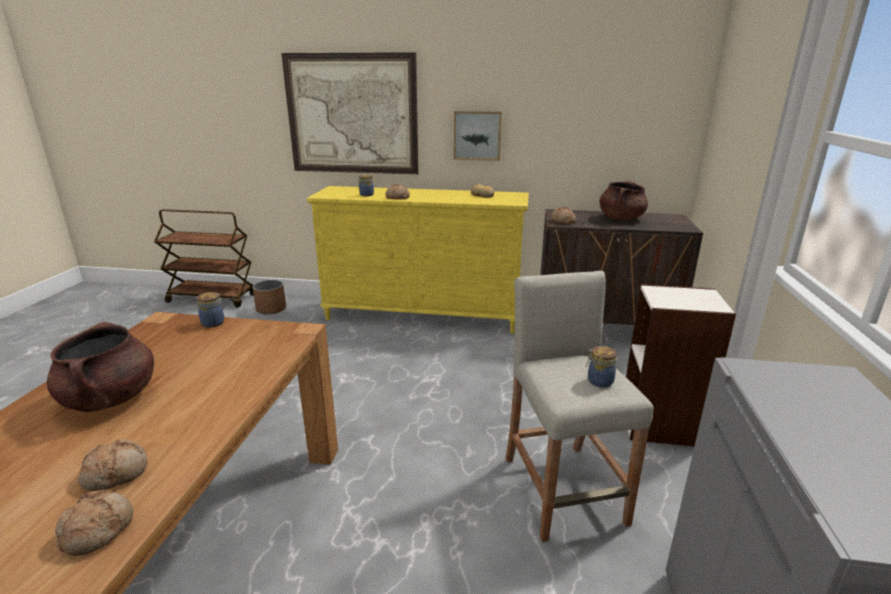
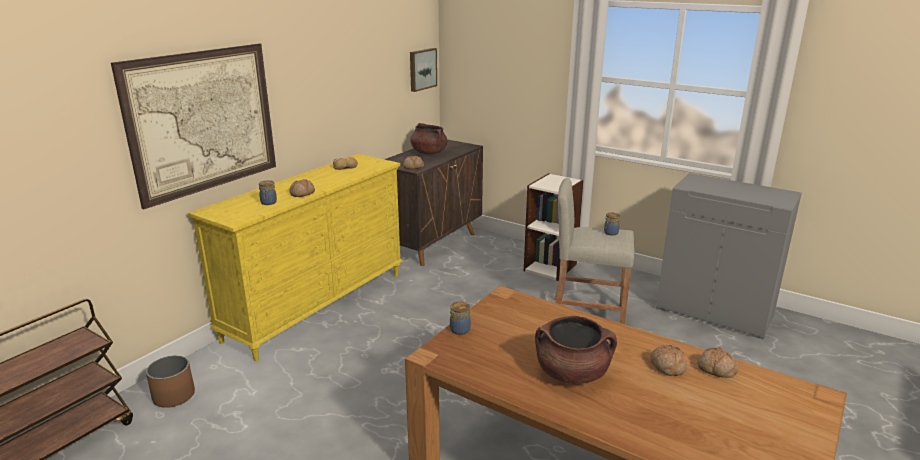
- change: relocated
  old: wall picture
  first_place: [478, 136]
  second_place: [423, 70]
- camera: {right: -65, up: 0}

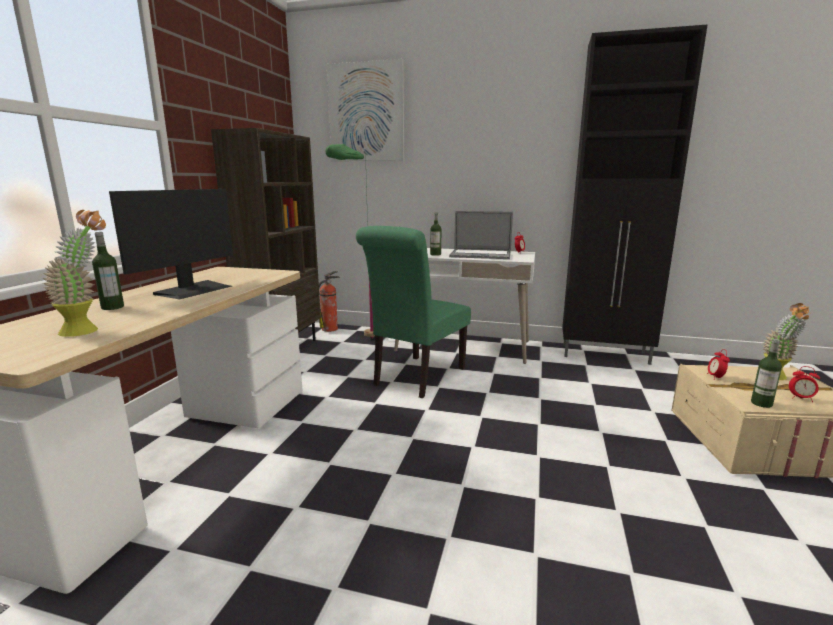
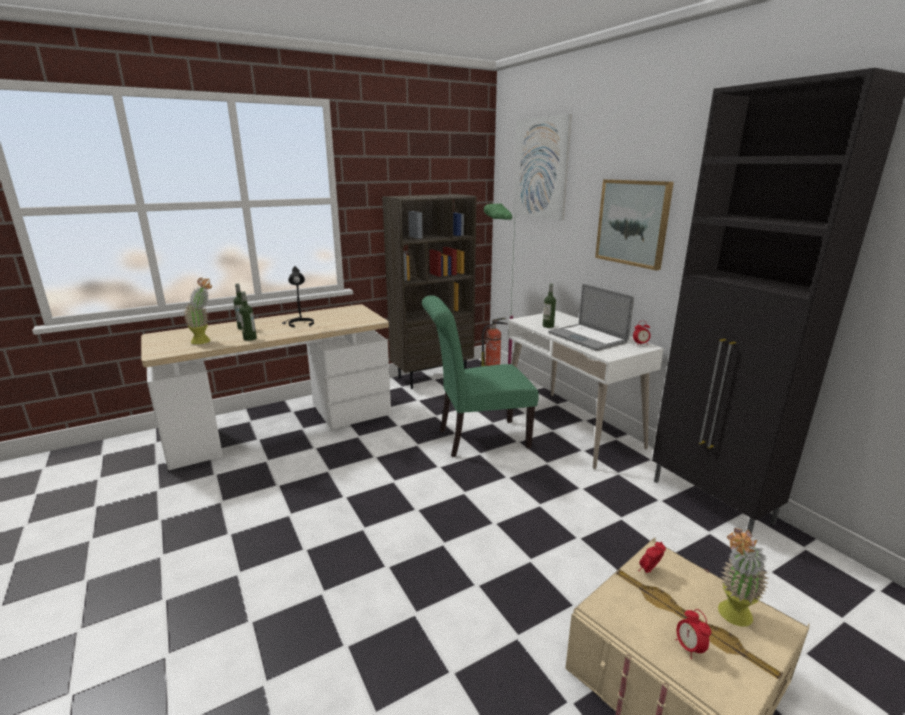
- change: appeared
  new: wall picture
  second_place: [634, 224]
- change: relocated
  old: drink bottle
  first_place: [766, 373]
  second_place: [248, 316]
- change: exchanged
  old: computer display
  new: table lamp (black-coloured)
  first_place: [171, 244]
  second_place: [298, 297]
- camera: {right: 45, up: 5}

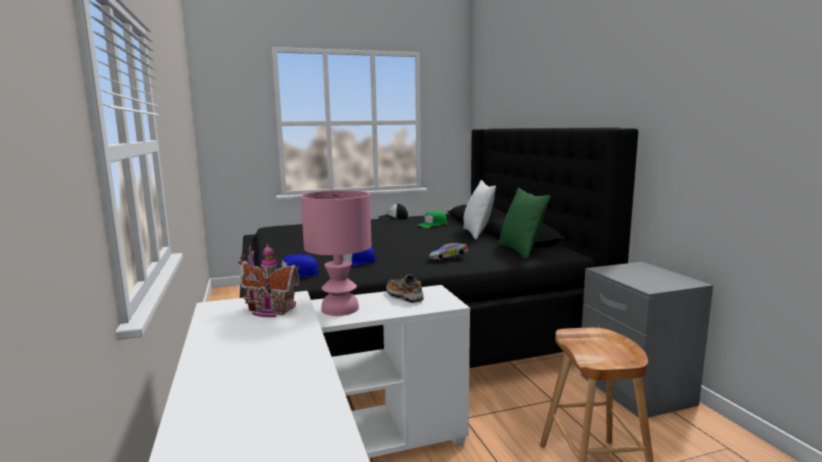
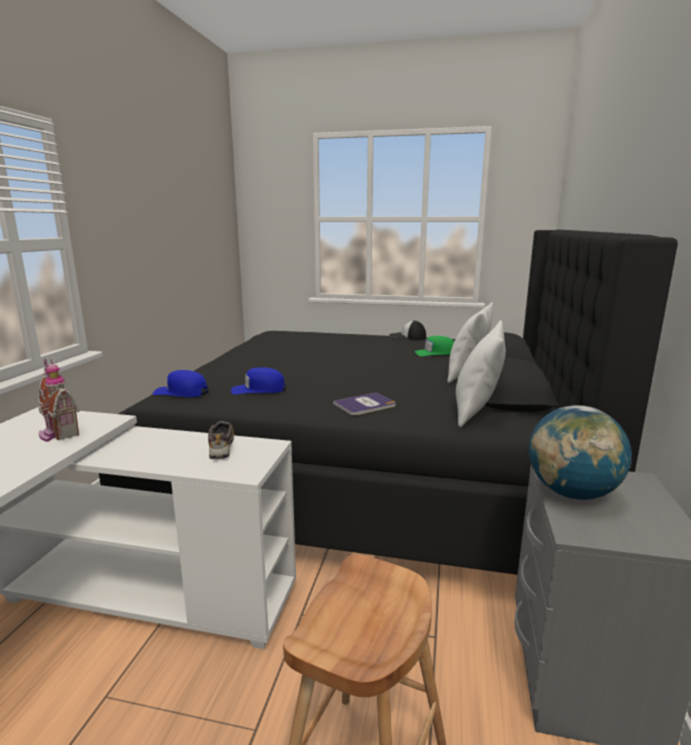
- change: missing
  old: table lamp (pink-coloured)
  first_place: [336, 253]
- change: appeared
  new: desk globe
  second_place: [580, 452]
- change: exchanged
  old: model car
  new: volume
  first_place: [448, 251]
  second_place: [364, 404]
- change: colour
  old: pillow (green)
  new: pillow (whitish)
  first_place: [524, 223]
  second_place: [481, 374]
- camera: {right: 30, up: 5}

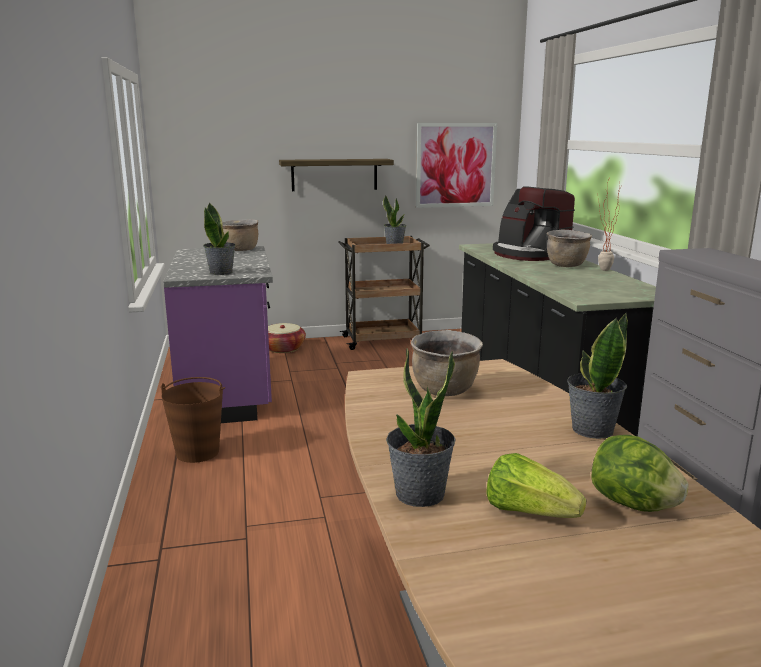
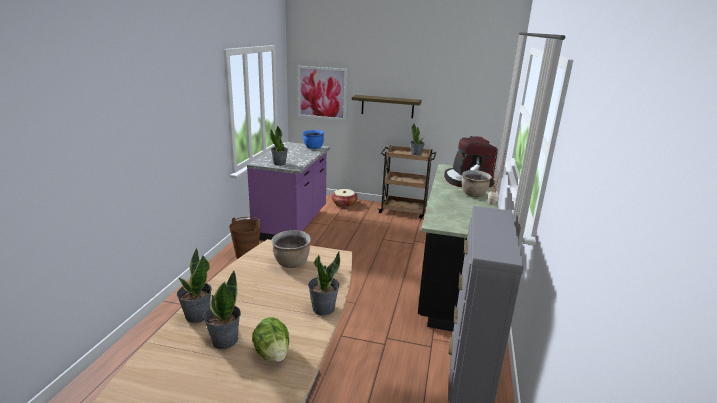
- change: relocated
  old: wall picture
  first_place: [456, 165]
  second_place: [322, 93]
- change: exchanged
  old: lettuce
  new: plant in a pot
  first_place: [536, 485]
  second_place: [222, 310]
- change: colour
  old: stockpot (brown-coloured)
  new: stockpot (bluish)
  first_place: [240, 235]
  second_place: [313, 139]
- camera: {right: 25, up: 5}

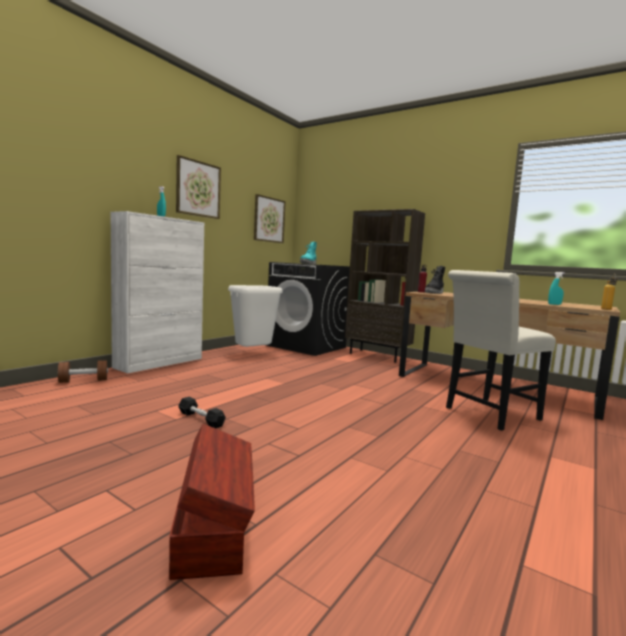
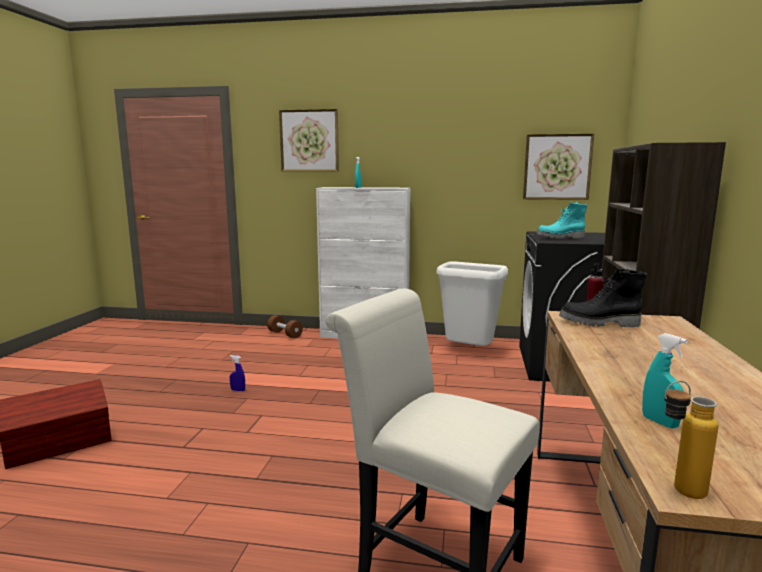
- change: relocated
  old: wall picture
  first_place: [198, 187]
  second_place: [309, 140]
- change: exchanged
  old: dumbbell (black-coloured)
  new: sprayer (bluish)
  first_place: [202, 413]
  second_place: [237, 373]
- camera: {right: 65, up: 5}

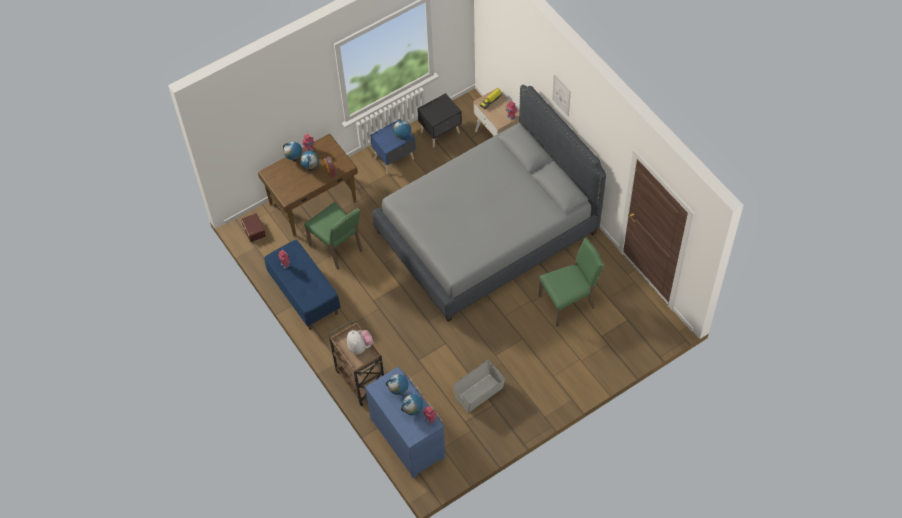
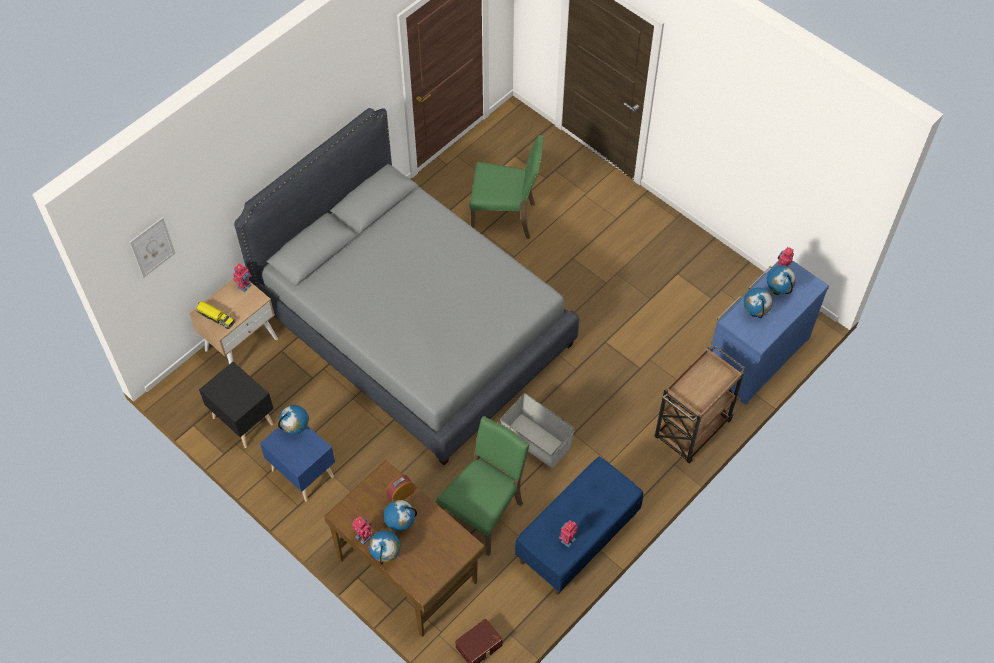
- change: missing
  old: soft toy
  first_place: [360, 342]
- change: relocated
  old: storage box (gray)
  first_place: [479, 386]
  second_place: [537, 430]
- change: relocated
  old: wall picture
  first_place: [561, 95]
  second_place: [152, 247]
- change: spun
  old: plain chair (green)
  first_place: [571, 282]
  second_place: [506, 187]
  degrees: 135
- camera: {right: -105, up: 0}

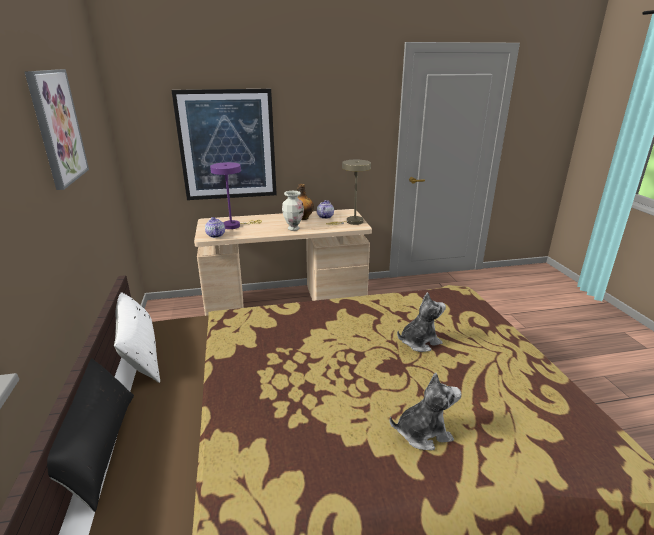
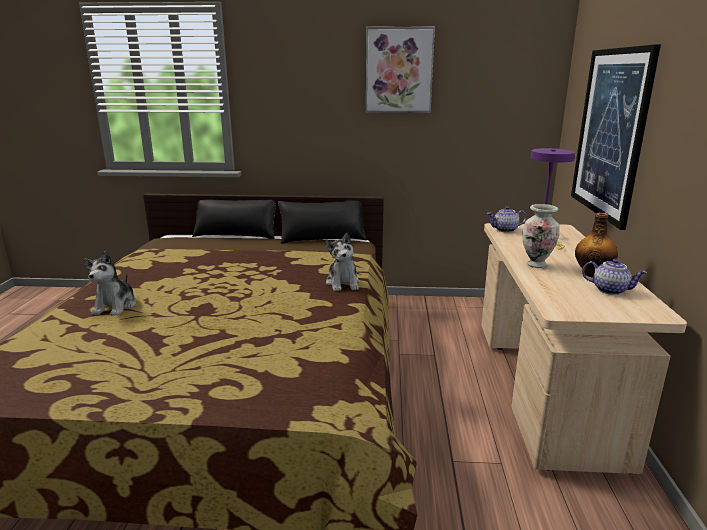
- change: missing
  old: table lamp (sand-coloured)
  first_place: [348, 192]
- change: relocated
  old: soft toy
  first_place: [421, 322]
  second_place: [343, 262]
- change: colour
  old: pillow (whitish)
  new: pillow (black-coloured)
  first_place: [137, 337]
  second_place: [322, 222]
- camera: {right: 105, up: -5}

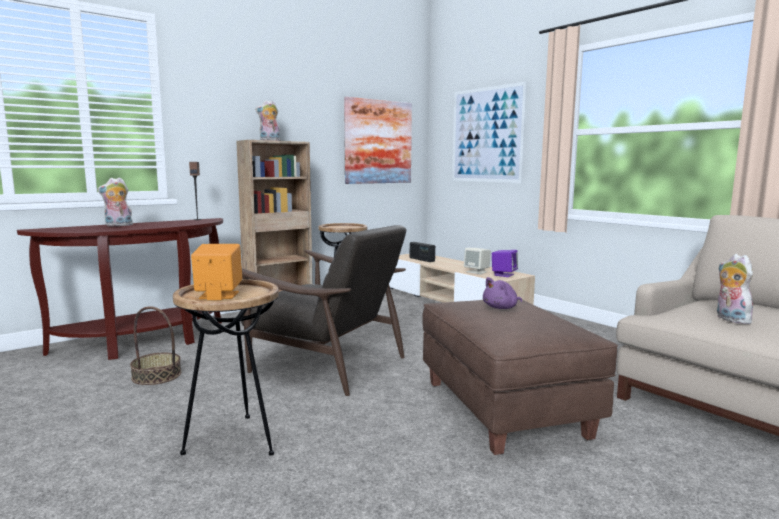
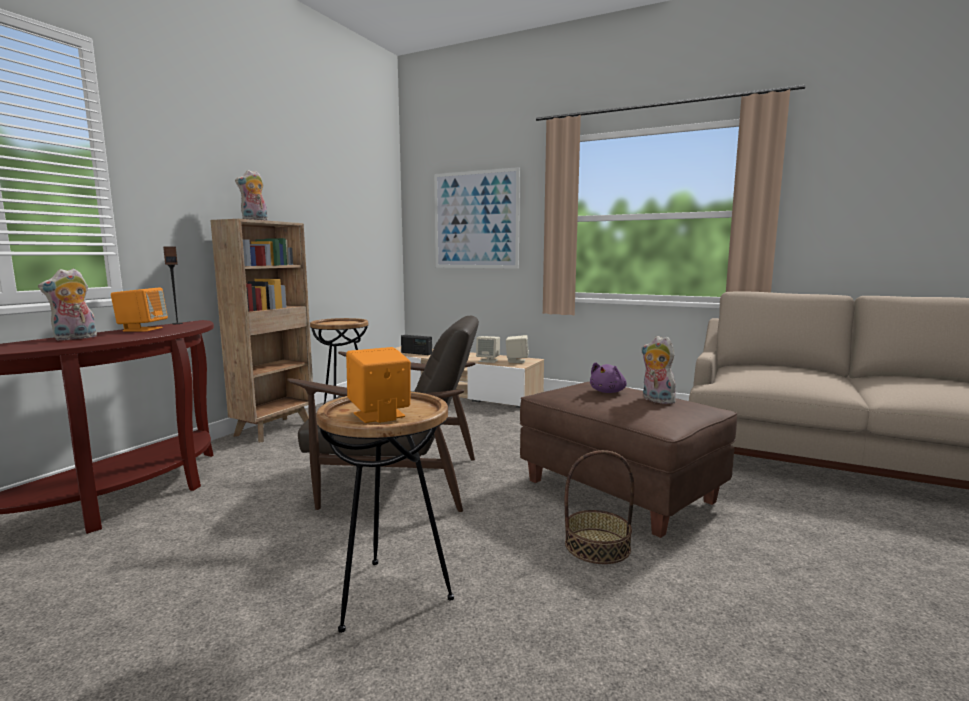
- change: missing
  old: wall picture
  first_place: [378, 140]
- change: appeared
  new: audio speaker (orangey)
  second_place: [139, 309]
- change: relocated
  old: storage basket
  first_place: [155, 345]
  second_place: [599, 507]
- change: relocated
  old: soft toy
  first_place: [735, 289]
  second_place: [658, 370]
- change: colour
  old: audio speaker (purple-coloured)
  new: audio speaker (sand-coloured)
  first_place: [505, 263]
  second_place: [517, 349]
- camera: {right: -25, up: 0}

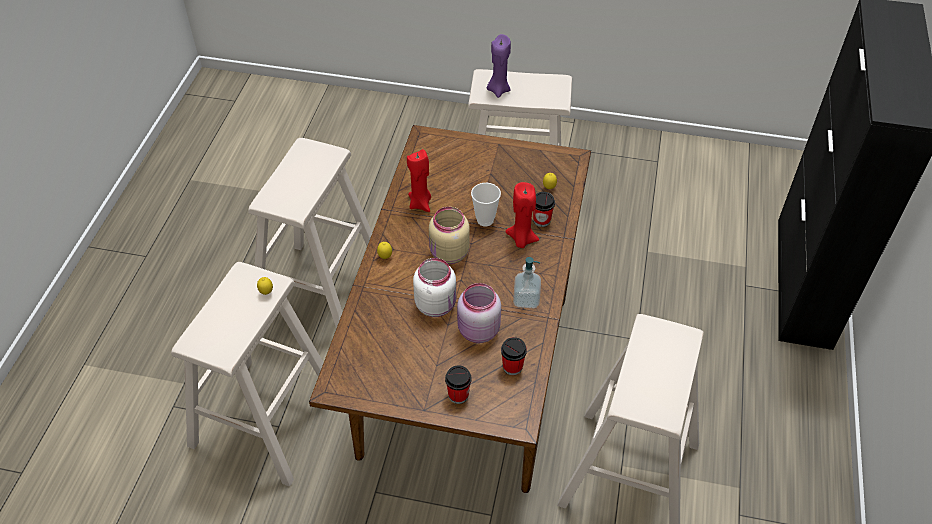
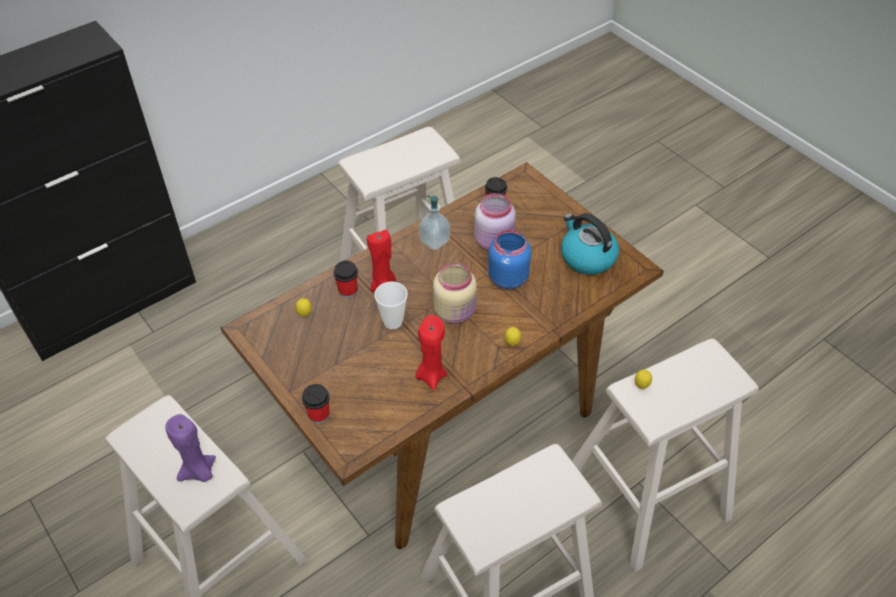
- change: appeared
  new: water kettle
  second_place: [590, 244]
- change: relocated
  old: cup
  first_place: [458, 384]
  second_place: [316, 404]
- change: colour
  old: storage jar (whitish)
  new: storage jar (bluish)
  first_place: [434, 287]
  second_place: [509, 260]
- camera: {right: -140, up: 0}

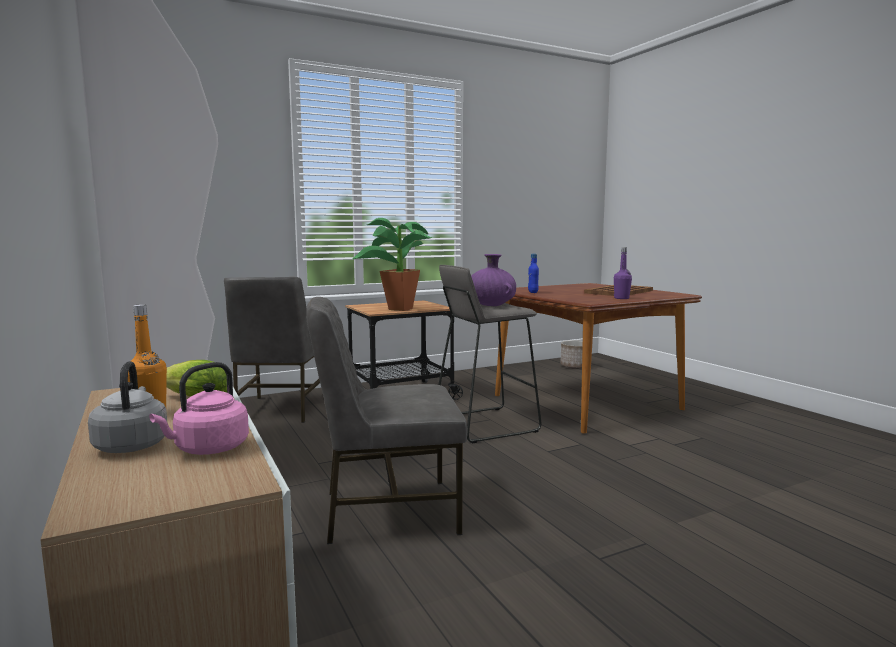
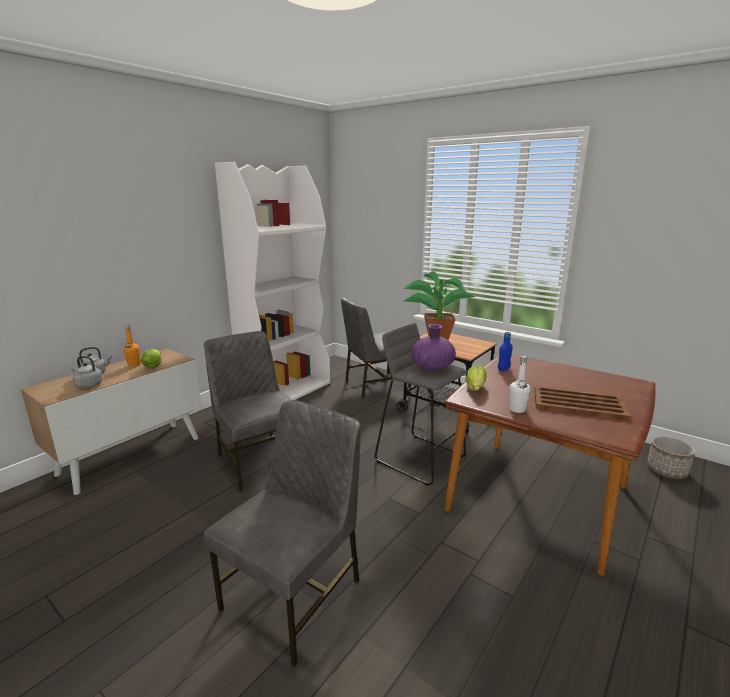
- change: appeared
  new: plain chair (gray)
  second_place: [282, 533]
- change: appeared
  new: lettuce
  second_place: [476, 378]
- change: colour
  old: water kettle (pink-coloured)
  new: water kettle (gray)
  first_place: [199, 408]
  second_place: [87, 372]
- change: colour
  old: drink bottle (purple-coloured)
  new: drink bottle (whitish)
  first_place: [623, 273]
  second_place: [519, 384]
- camera: {right: 65, up: 10}

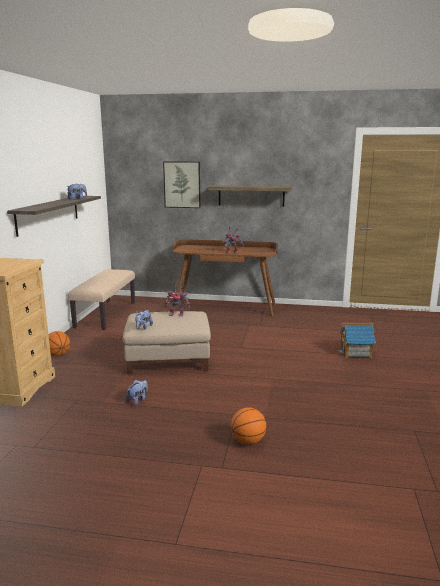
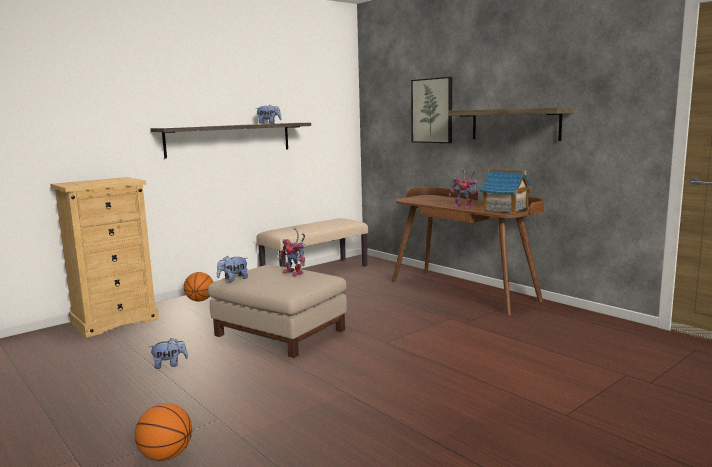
- change: relocated
  old: toy house
  first_place: [357, 340]
  second_place: [506, 191]
- camera: {right: 40, up: -5}

